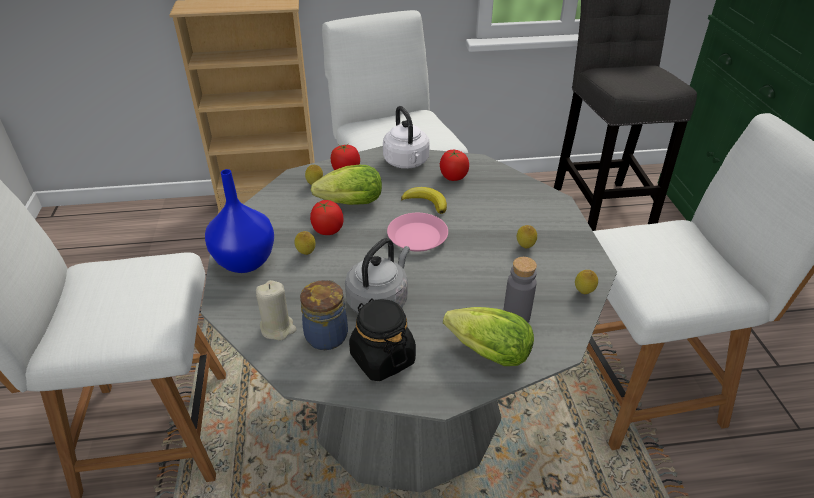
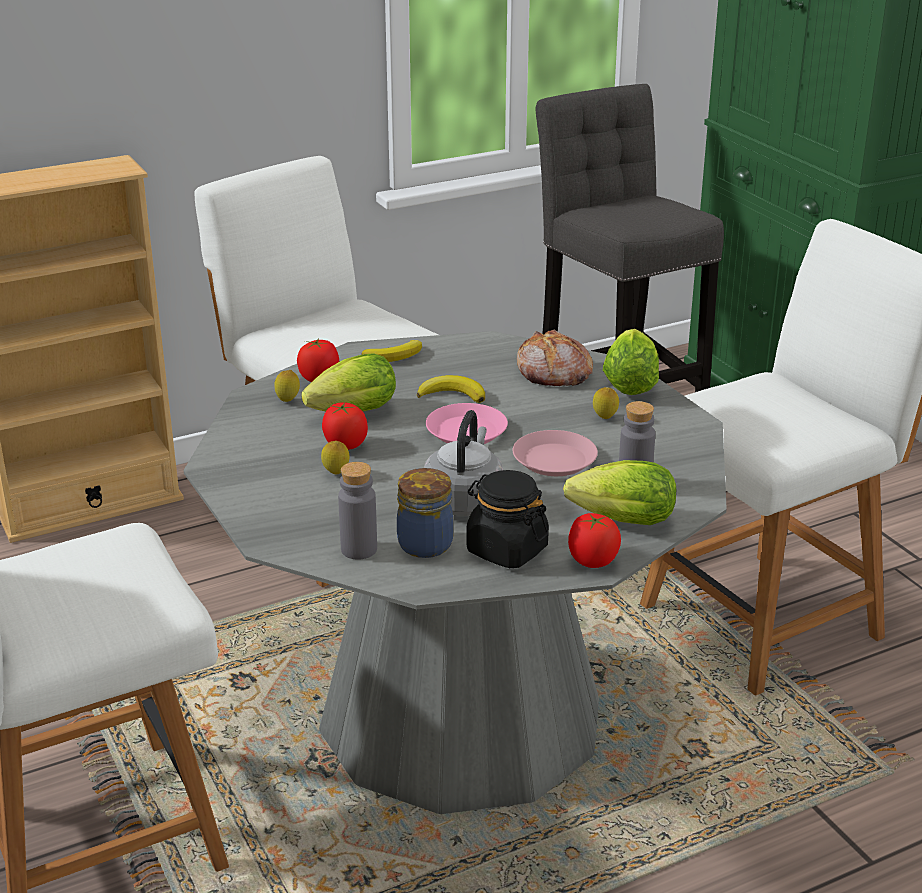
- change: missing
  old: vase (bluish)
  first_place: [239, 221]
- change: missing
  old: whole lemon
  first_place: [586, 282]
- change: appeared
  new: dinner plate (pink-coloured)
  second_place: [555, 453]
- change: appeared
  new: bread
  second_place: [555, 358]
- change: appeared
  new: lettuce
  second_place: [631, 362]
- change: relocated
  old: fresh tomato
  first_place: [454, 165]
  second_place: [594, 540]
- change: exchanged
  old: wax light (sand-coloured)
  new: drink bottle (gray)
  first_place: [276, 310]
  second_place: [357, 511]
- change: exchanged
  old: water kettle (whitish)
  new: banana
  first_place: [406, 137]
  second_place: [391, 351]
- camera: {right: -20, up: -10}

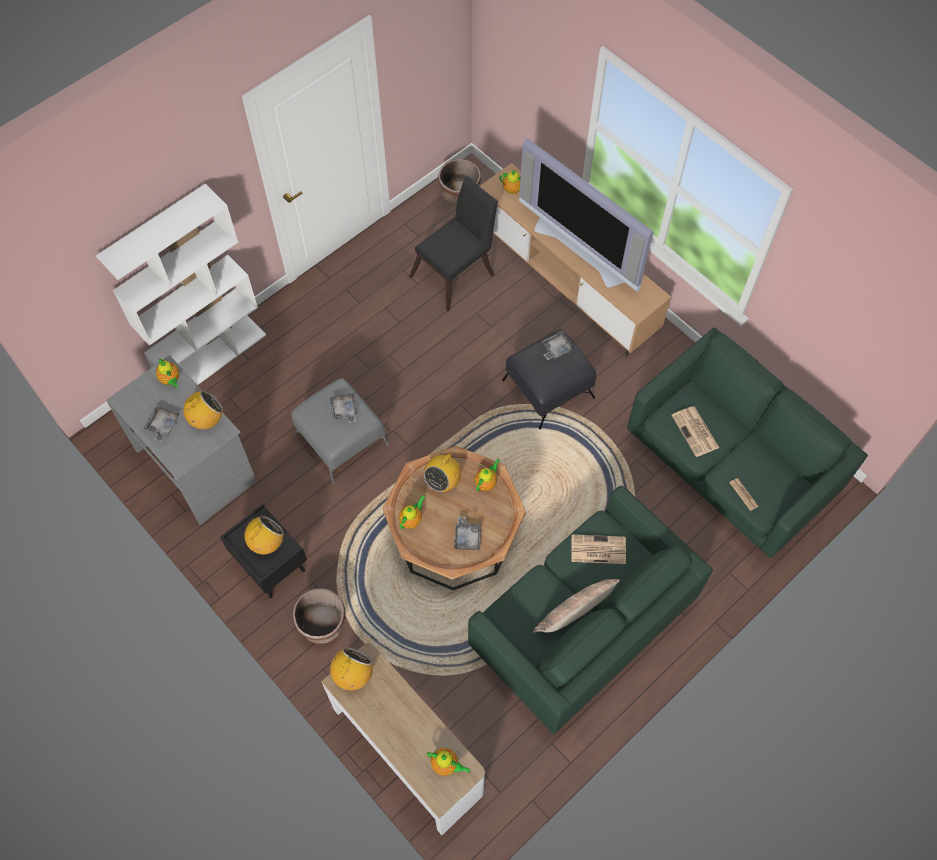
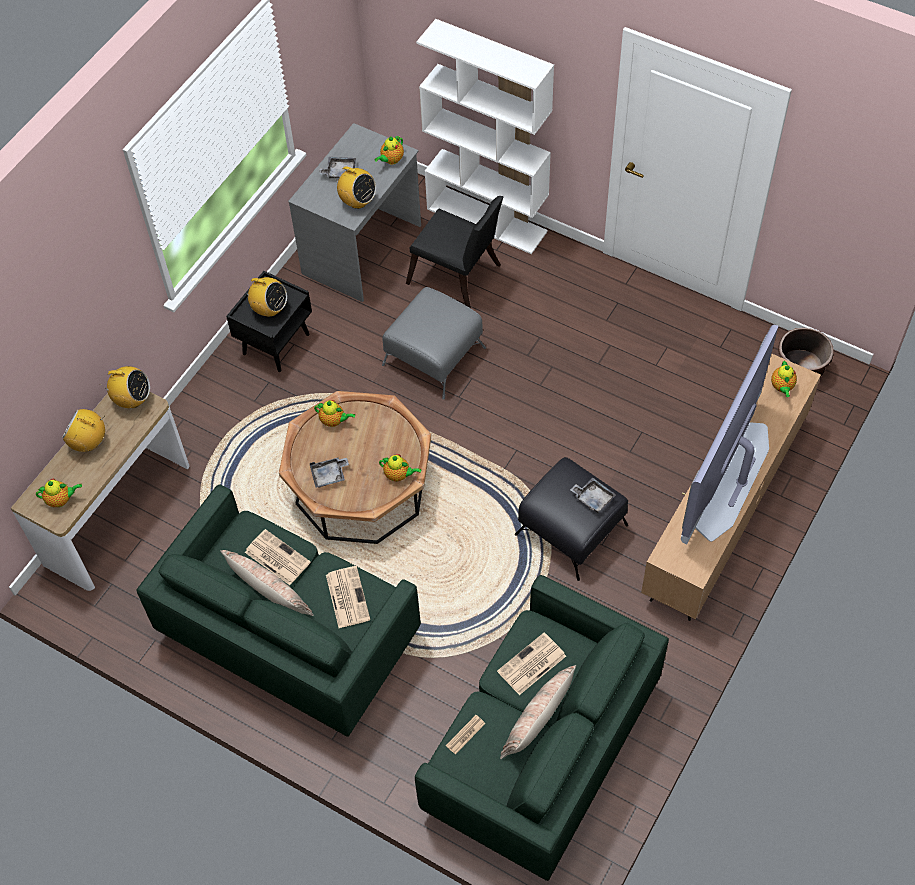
- change: missing
  old: flower pot (brown-coloured)
  first_place: [319, 616]
- change: missing
  old: carrying tray (gray)
  first_place: [343, 408]
- change: appeared
  new: printed paper
  second_place: [277, 557]
- change: appeared
  new: pillow
  second_place: [538, 712]
- change: relocated
  old: plain chair (black-coloured)
  first_place: [453, 243]
  second_place: [454, 252]
- change: relocated
  old: radio receiver
  first_place: [442, 469]
  second_place: [83, 430]
- change: spun
  old: pot for tea
  first_place: [449, 762]
  second_place: [59, 493]
  degrees: -105
- camera: {right: 75, up: -5}

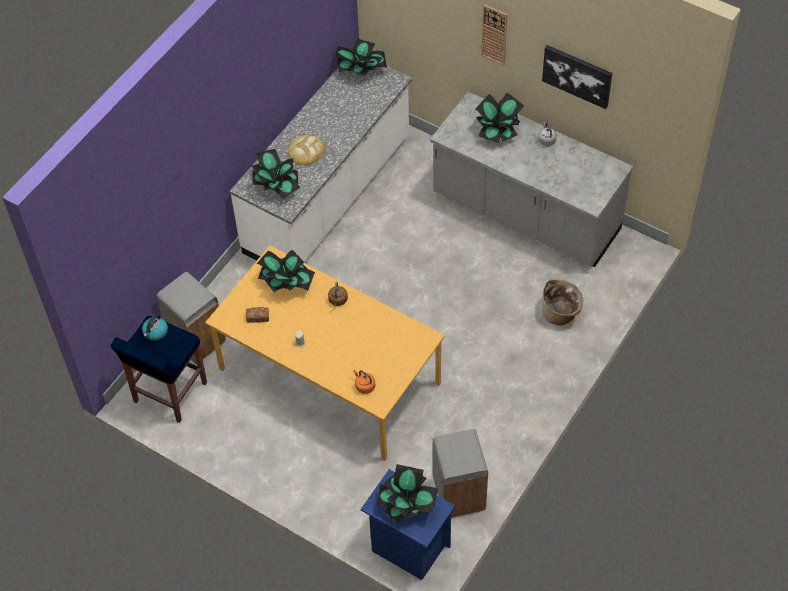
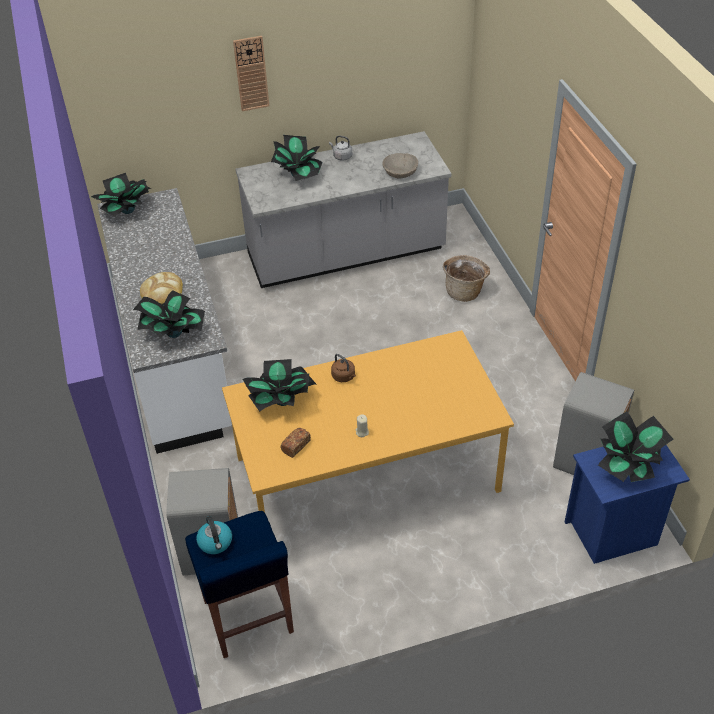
- change: missing
  old: water kettle (orangey)
  first_place: [364, 382]
- change: missing
  old: wall picture
  first_place: [577, 77]
- change: appeared
  new: bowl (sand-coloured)
  second_place: [400, 165]
- camera: {right: -50, up: -10}

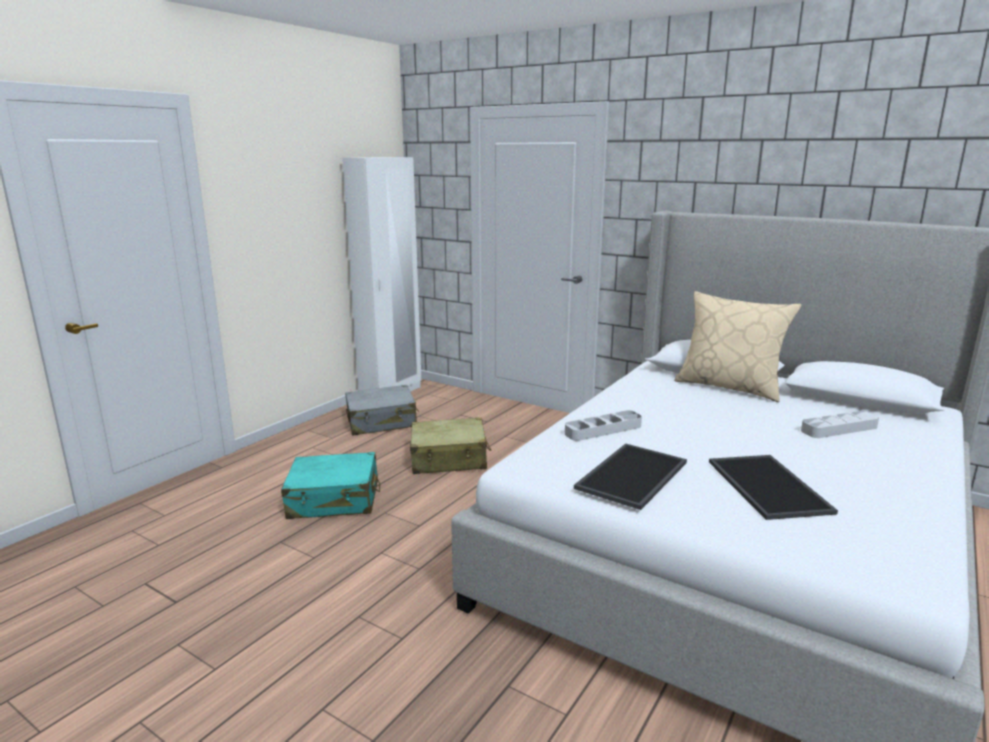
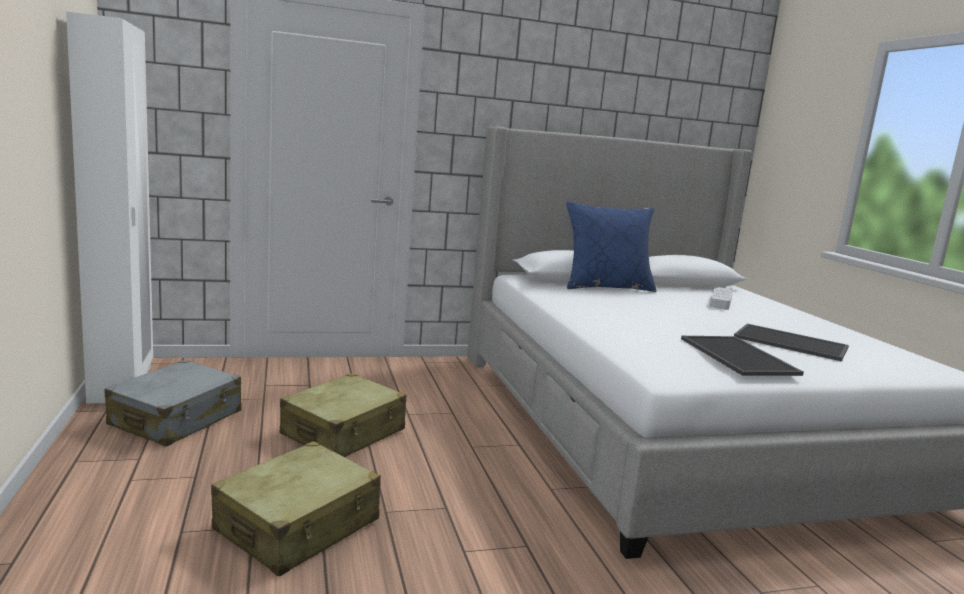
- change: missing
  old: carrying tray (gray)
  first_place: [603, 425]
- change: colour
  old: piece of luggage (blue-green)
  new: piece of luggage (sand-coloured)
  first_place: [330, 485]
  second_place: [296, 509]
- change: colour
  old: pillow (sand-coloured)
  new: pillow (bluish)
  first_place: [737, 346]
  second_place: [611, 247]
- camera: {right: -50, up: -5}

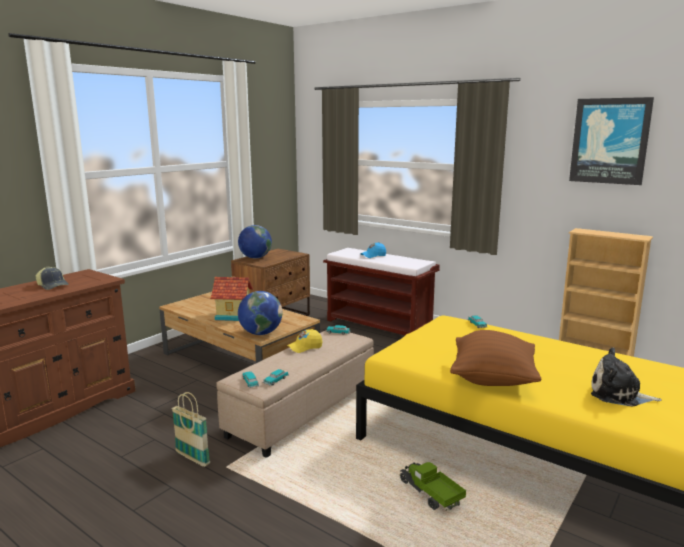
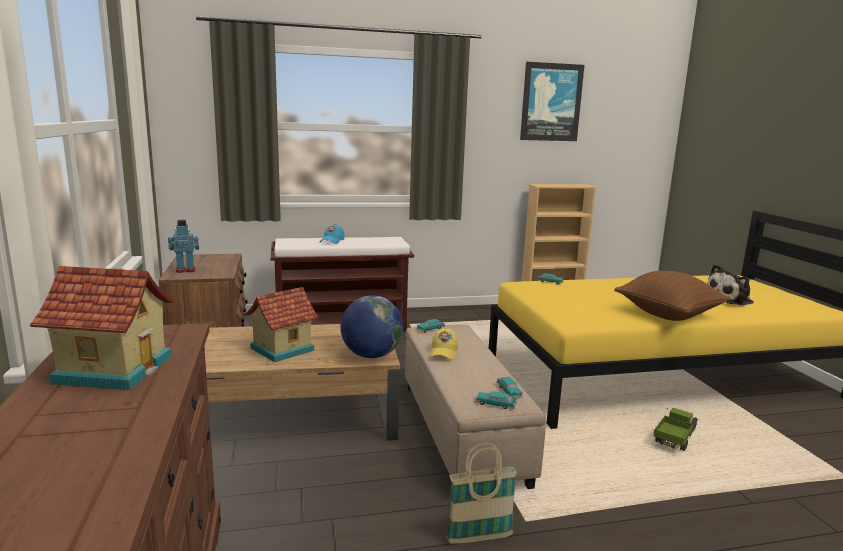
- change: exchanged
  old: peaked cap
  new: toy house
  first_place: [52, 278]
  second_place: [102, 328]
- change: exchanged
  old: desk globe
  new: model robot
  first_place: [255, 241]
  second_place: [183, 246]
- change: spun
  old: toy truck
  first_place: [433, 486]
  second_place: [675, 429]
  degrees: 120
- camera: {right: -50, up: 0}

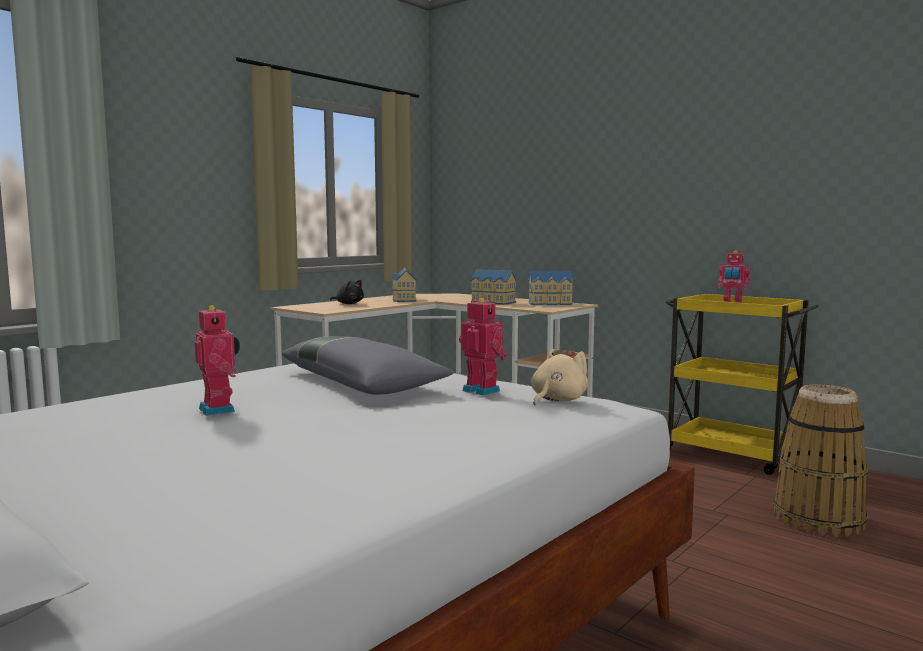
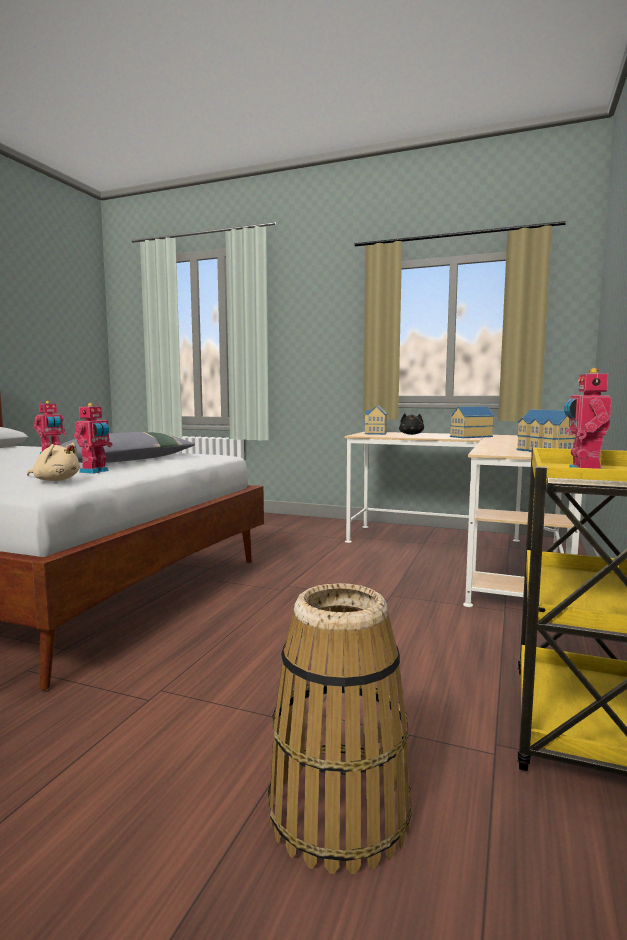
- change: relocated
  old: toy house
  first_place: [494, 287]
  second_place: [376, 420]
- camera: {right: 70, up: 0}

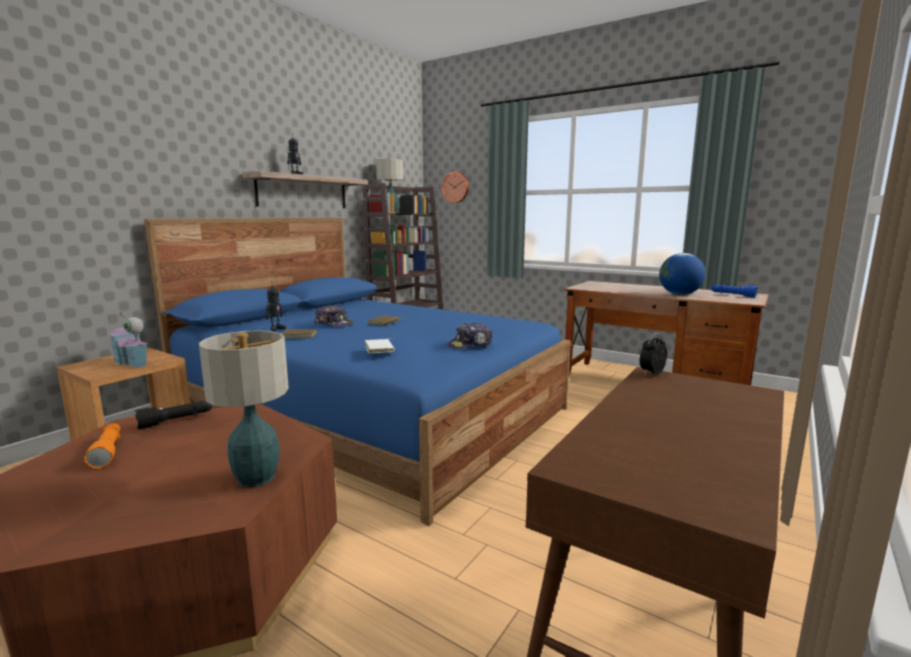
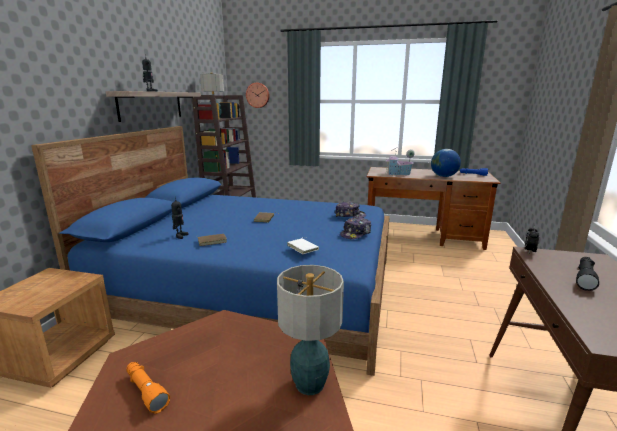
- change: relocated
  old: toy house
  first_place: [128, 339]
  second_place: [400, 161]
- change: relocated
  old: flashlight (black-coloured)
  first_place: [173, 414]
  second_place: [587, 274]
- change: relocated
  old: peaked cap
  first_place: [333, 315]
  second_place: [350, 210]
- camera: {right: -20, up: 5}

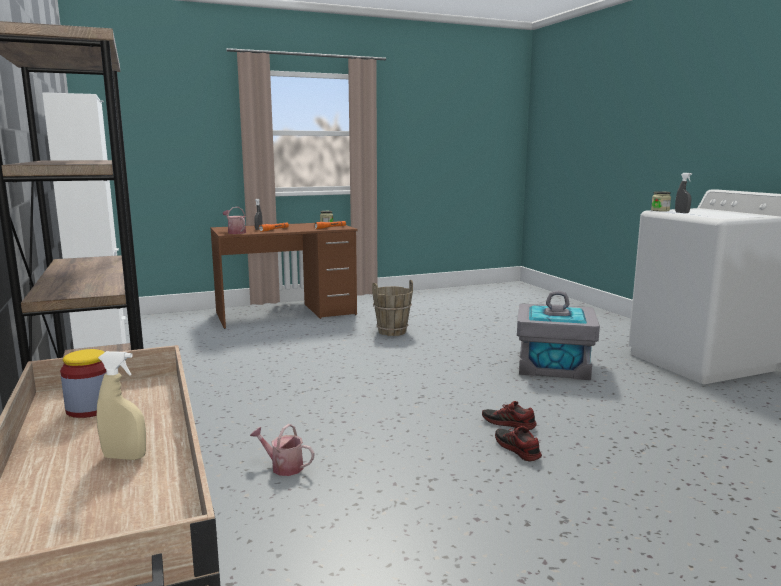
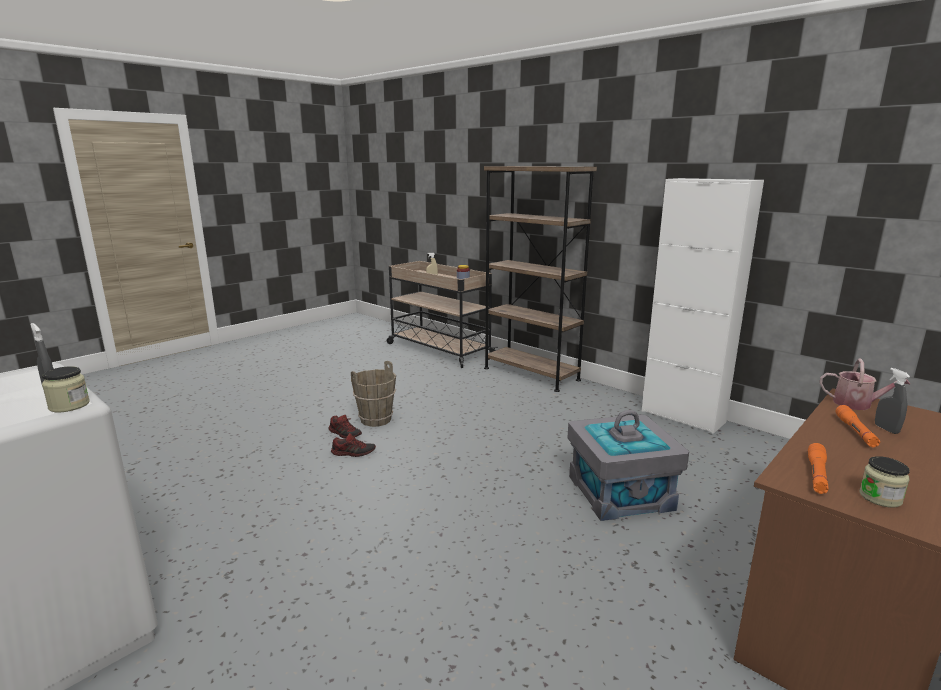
- change: missing
  old: watering can
  first_place: [282, 450]
- change: relocated
  old: bucket (brown-coloured)
  first_place: [392, 308]
  second_place: [373, 394]
- change: relocated
  old: storage box (gray)
  first_place: [558, 335]
  second_place: [628, 465]
- camera: {right: 155, up: 5}

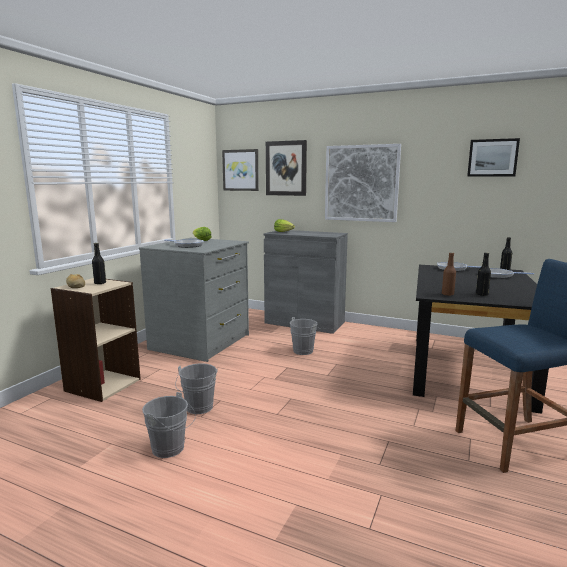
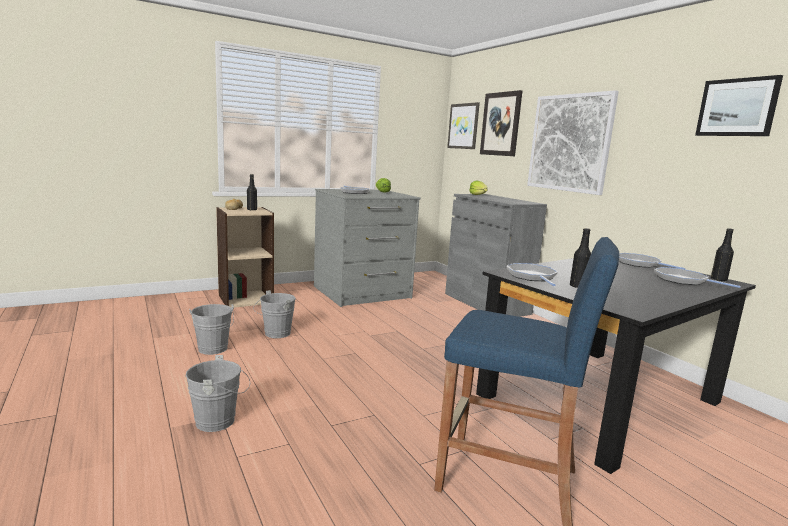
- change: relocated
  old: bucket (gray)
  first_place: [305, 336]
  second_place: [218, 393]
- change: exchanged
  old: drink bottle (brown-coloured)
  new: frying pan
  first_place: [449, 274]
  second_place: [532, 274]
- camera: {right: 35, up: 0}

